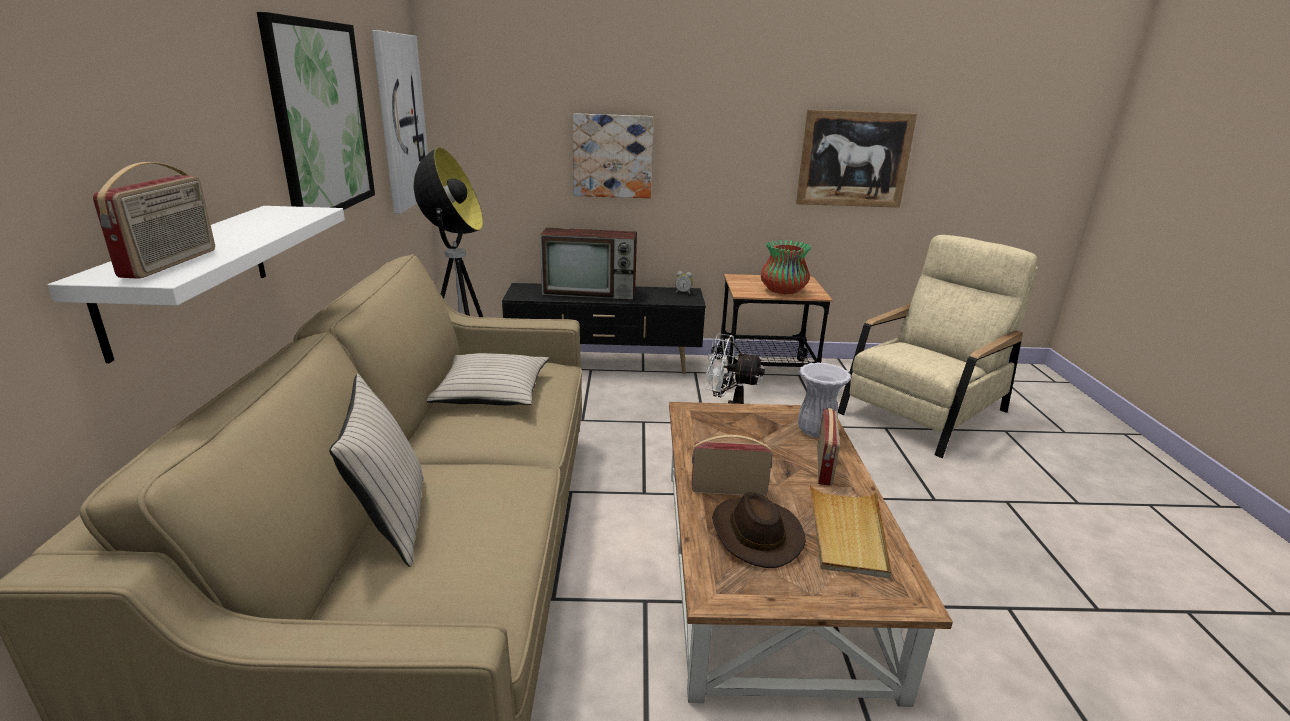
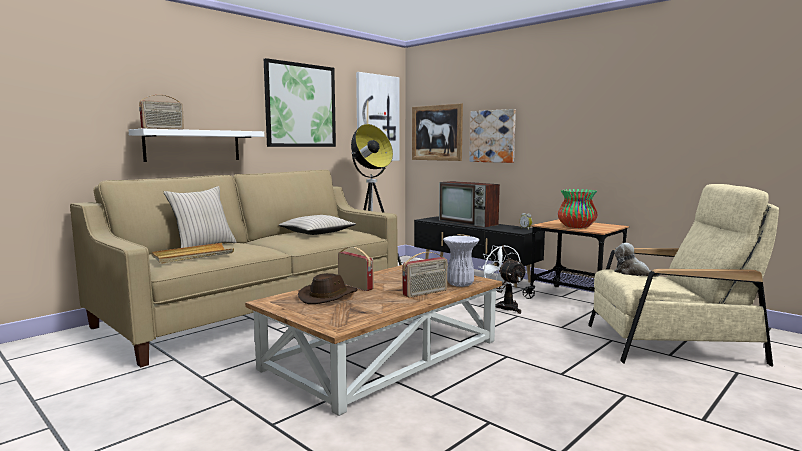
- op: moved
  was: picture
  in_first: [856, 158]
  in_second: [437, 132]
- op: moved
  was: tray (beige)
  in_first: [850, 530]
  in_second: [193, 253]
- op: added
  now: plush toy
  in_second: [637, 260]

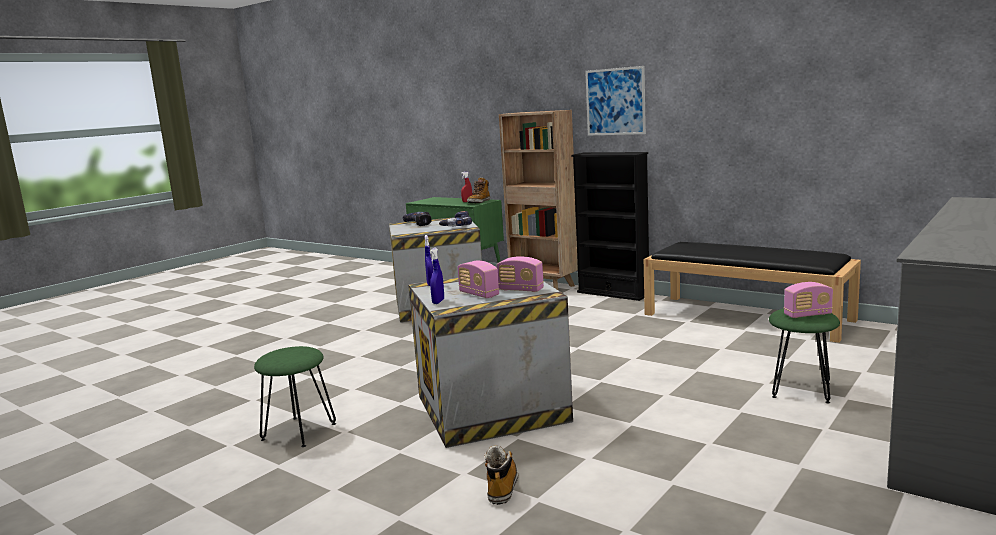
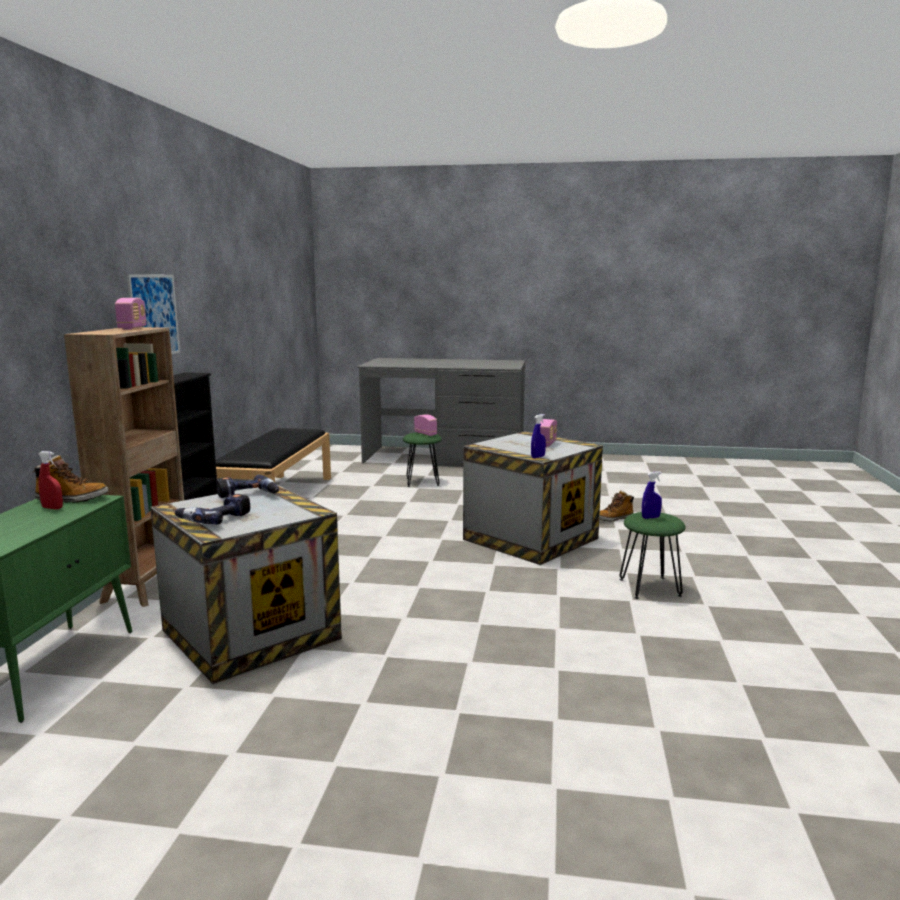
- op: moved
  was: spray bottle (blue)
  in_first: [437, 276]
  in_second: [652, 495]
- op: moved
  was: radio
  in_first: [520, 274]
  in_second: [130, 314]

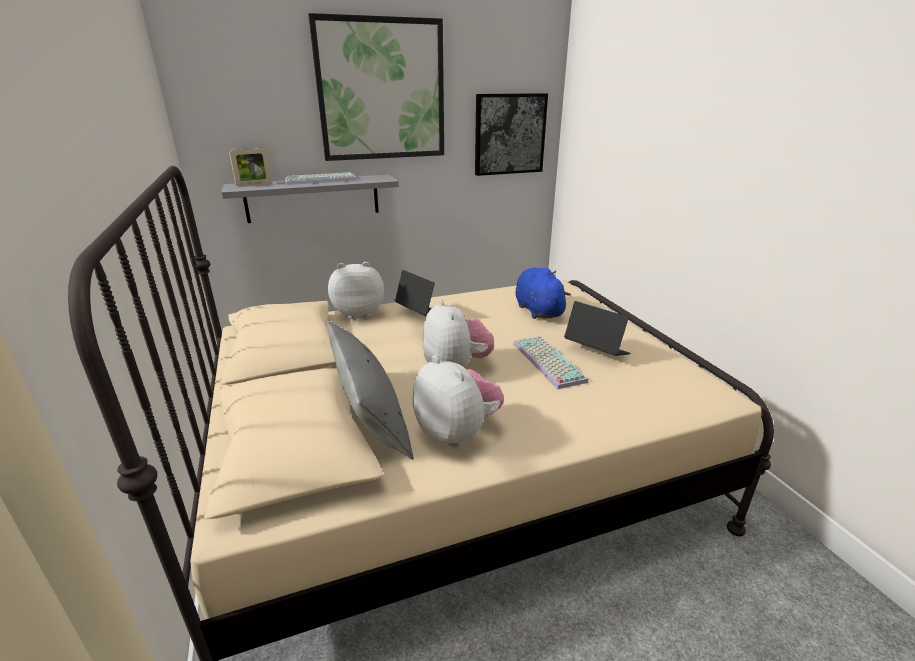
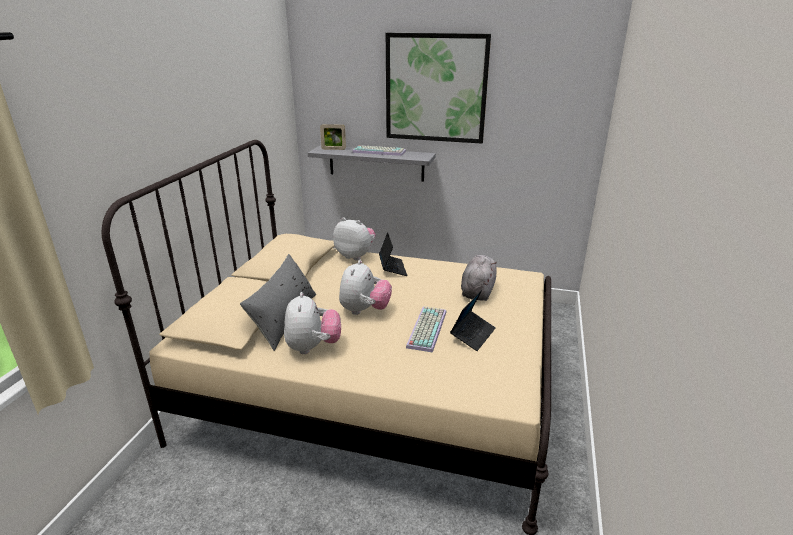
- op: removed
  was: picture
  in_first: [511, 134]
- op: recoloured
  was: plush toy (blue)
  now: plush toy (grey)
  in_first: [543, 293]
  in_second: [479, 278]
- op: turned
  was: laptop
  in_first: [597, 328]
  in_second: [473, 320]
  clockwise: 45

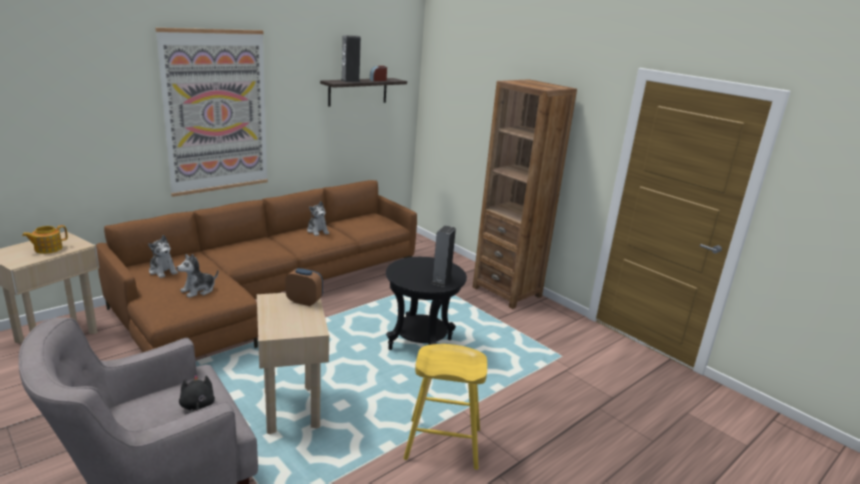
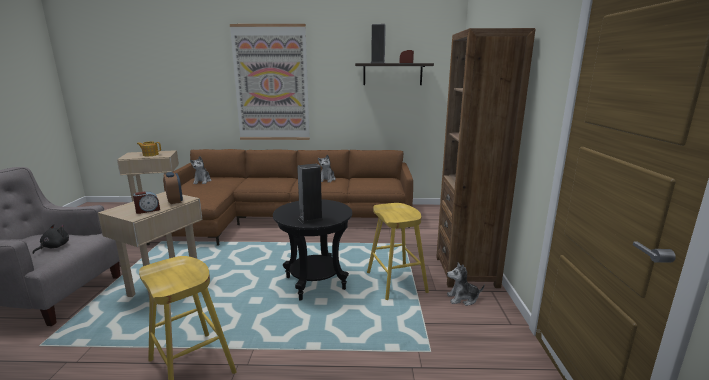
- op: moved
  was: plush toy
  in_first: [197, 276]
  in_second: [466, 284]
- op: added
  now: alarm clock
  in_second: [146, 202]
- op: added
  now: stool (yellow)
  in_second: [398, 251]

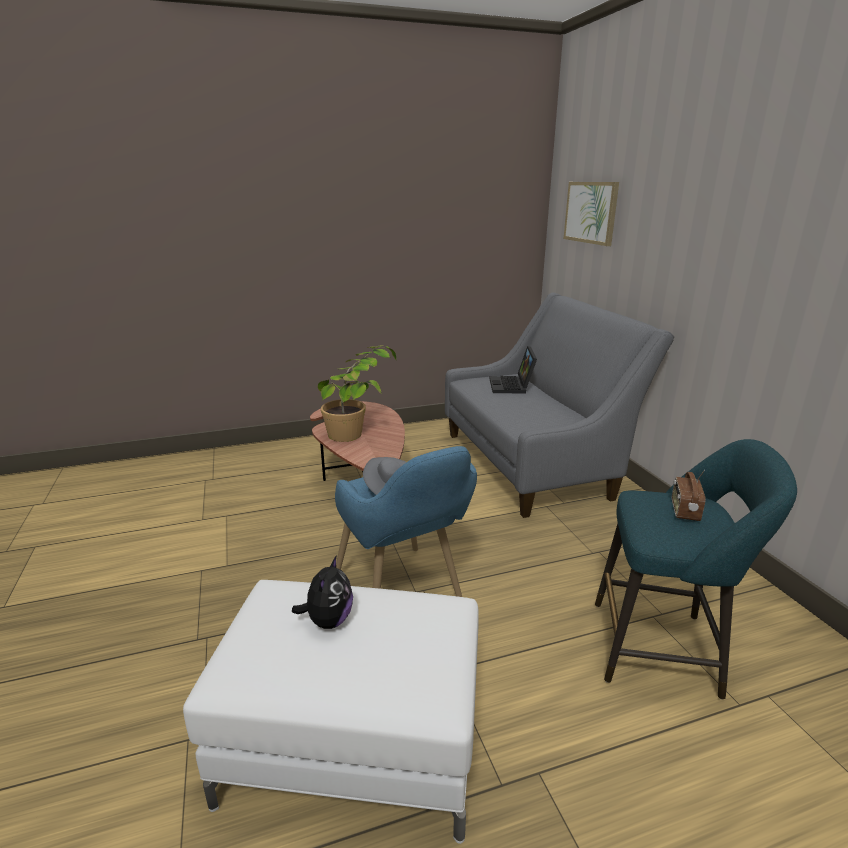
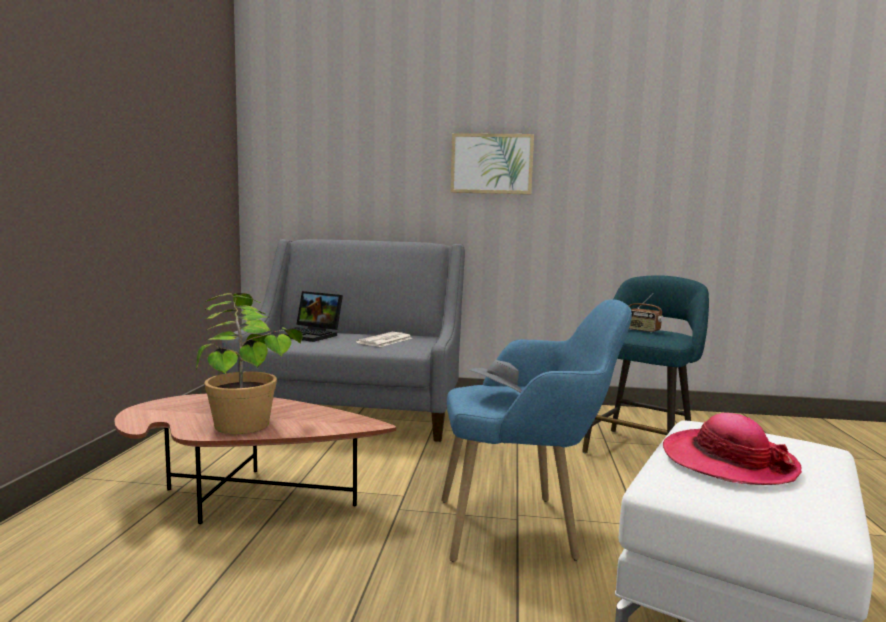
- op: moved
  was: picture
  in_first: [591, 214]
  in_second: [492, 163]
- op: replaced
  was: plush toy
  now: hat
  in_first: [322, 592]
  in_second: [732, 449]
- op: added
  now: newspaper
  in_second: [384, 339]

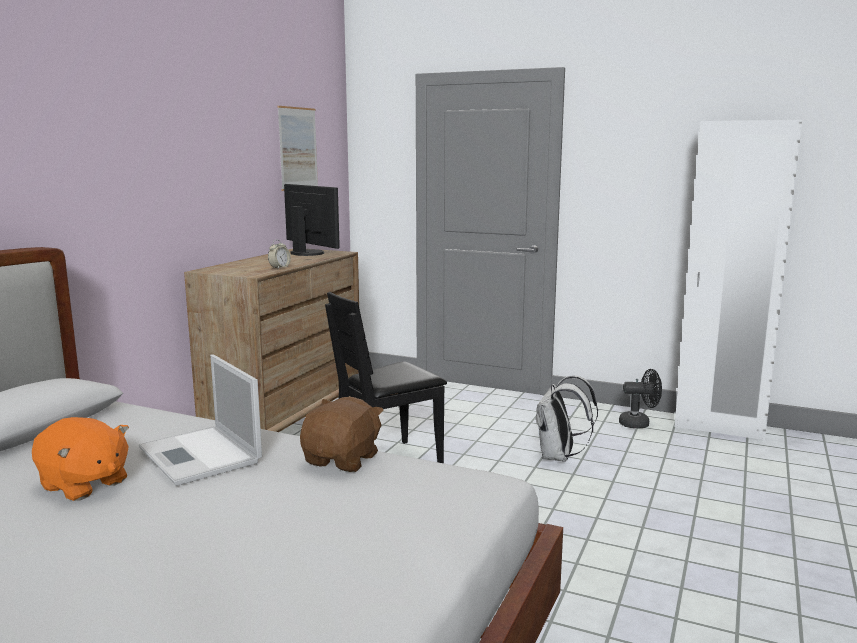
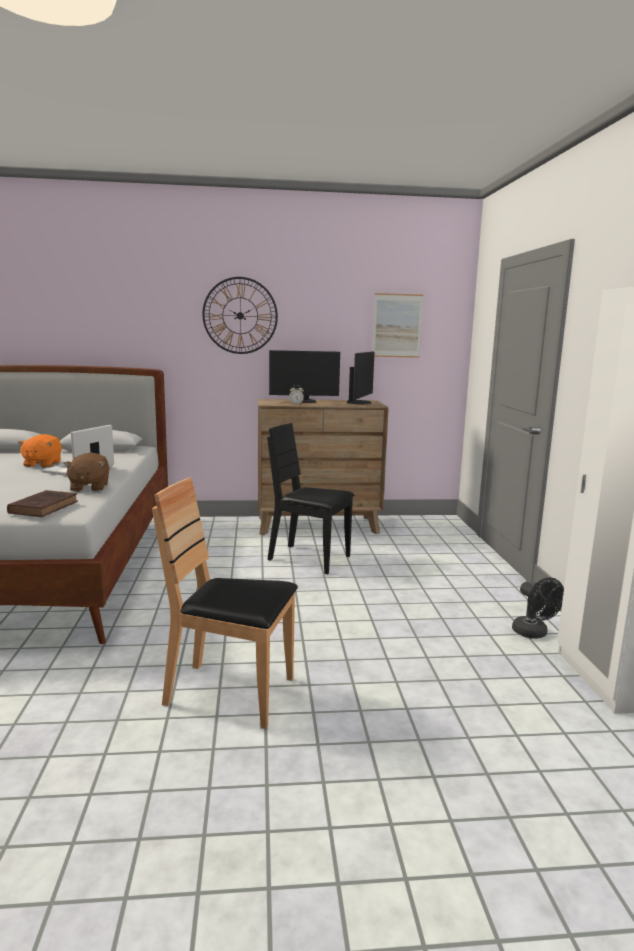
- op: removed
  was: backpack (white)
  in_first: [566, 419]
- op: turned
  was: plush toy (brown)
  in_first: [342, 434]
  in_second: [86, 472]
  clockwise: 90
- op: added
  now: wall clock
  in_second: [240, 315]
- op: added
  now: monitor
  in_second: [304, 376]
- op: added
  now: chair (brown)
  in_second: [225, 603]
- op: added
  now: book (brown)
  in_second: [42, 503]

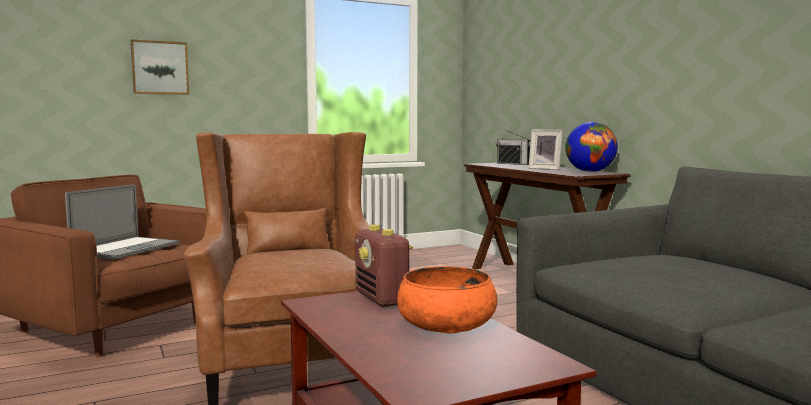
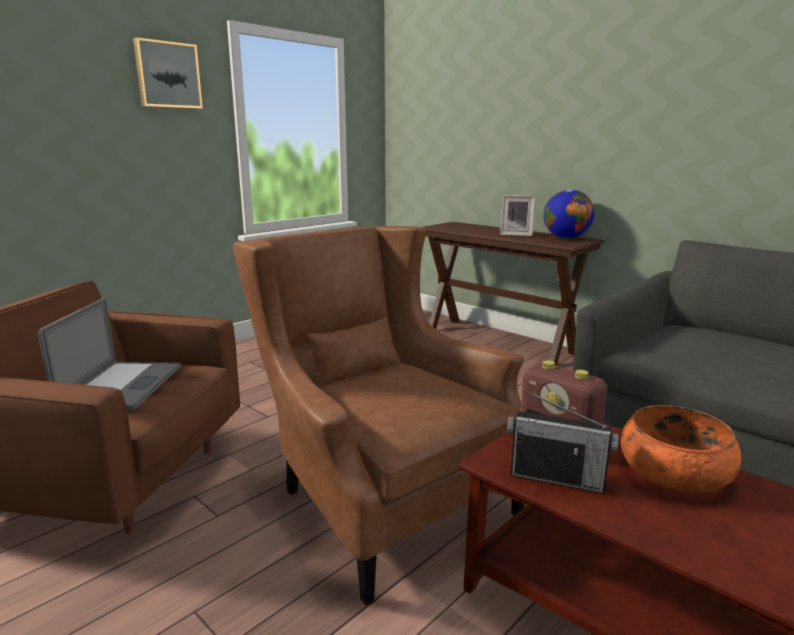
- op: moved
  was: picture
  in_first: [160, 67]
  in_second: [168, 73]
- op: moved
  was: radio
  in_first: [513, 147]
  in_second: [563, 442]

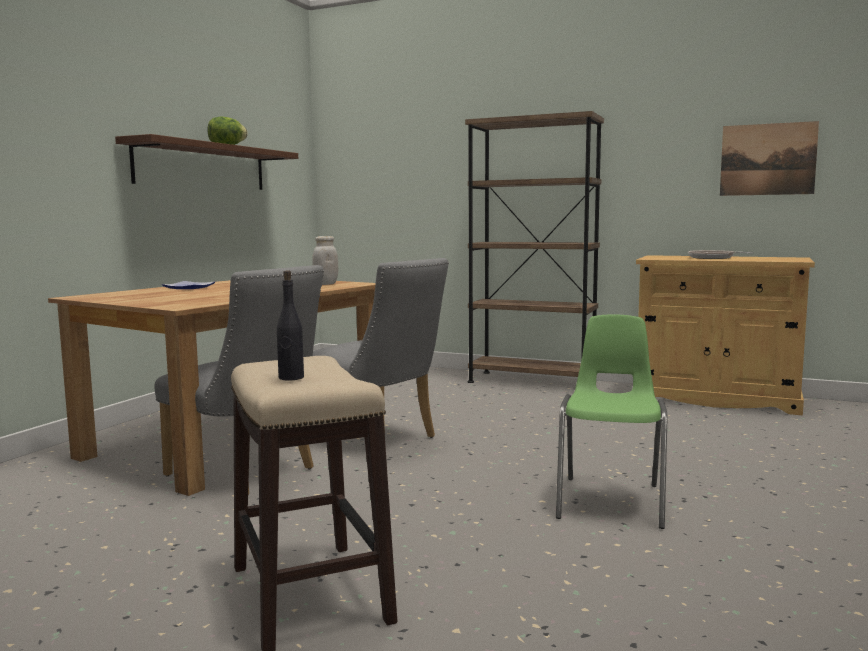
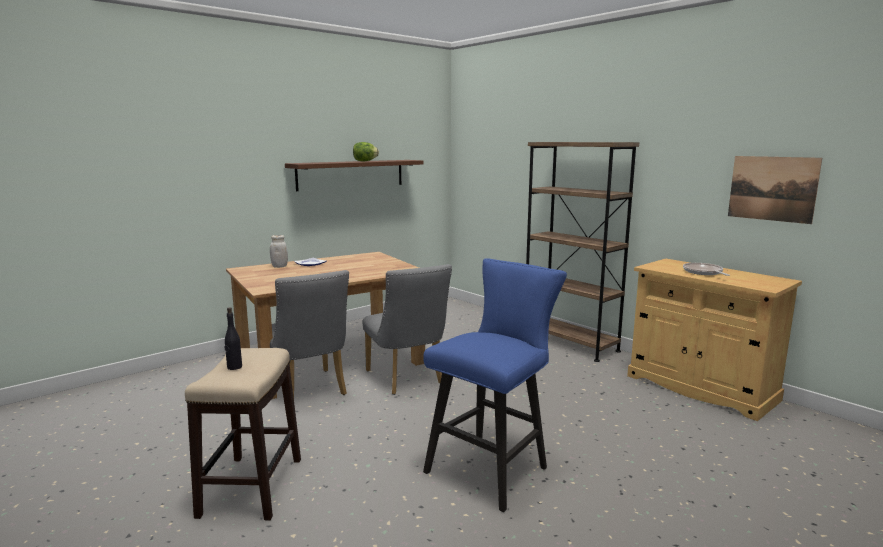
- op: moved
  was: jar (white)
  in_first: [325, 260]
  in_second: [279, 251]
- op: replaced
  was: chair (green)
  now: stool (blue)
  in_first: [611, 421]
  in_second: [495, 385]

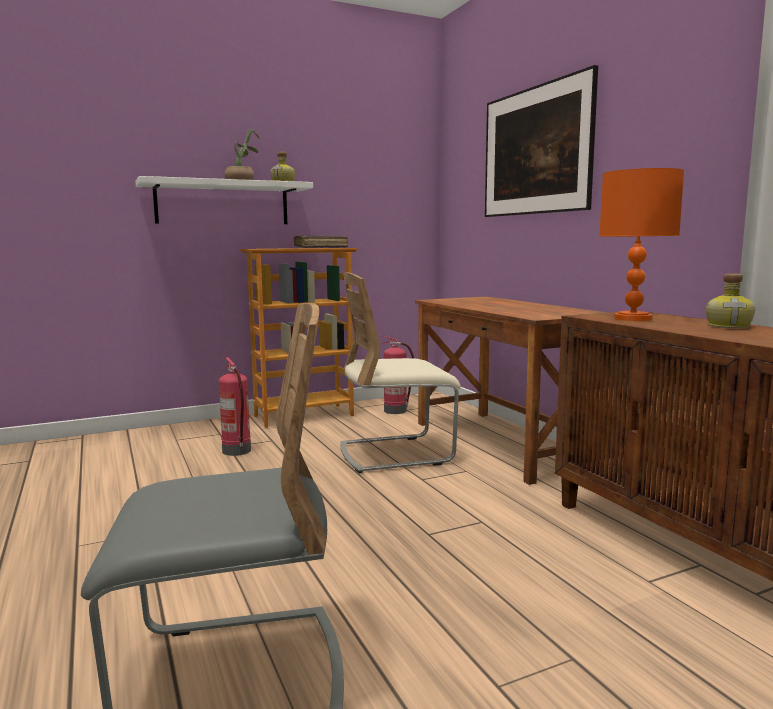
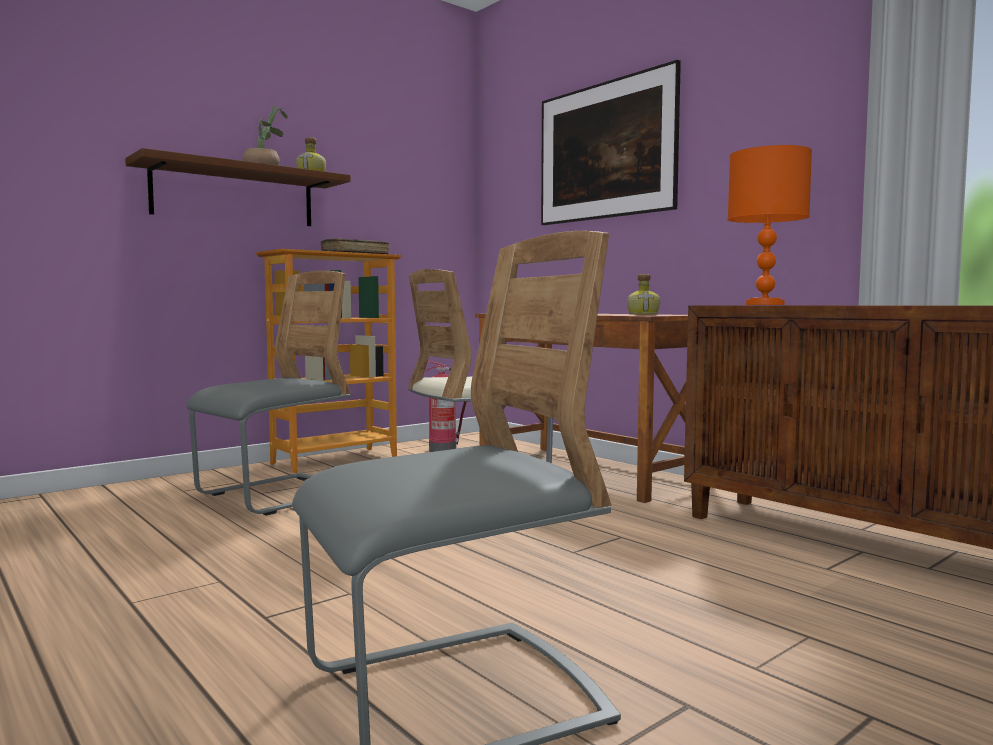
- op: recoloured
  was: shelf (white)
  now: shelf (brown)
  in_first: [224, 200]
  in_second: [238, 187]
- op: moved
  was: bottle
  in_first: [730, 301]
  in_second: [643, 294]
- op: replaced
  was: fire extinguisher
  now: chair (grey)
  in_first: [235, 406]
  in_second: [268, 393]

